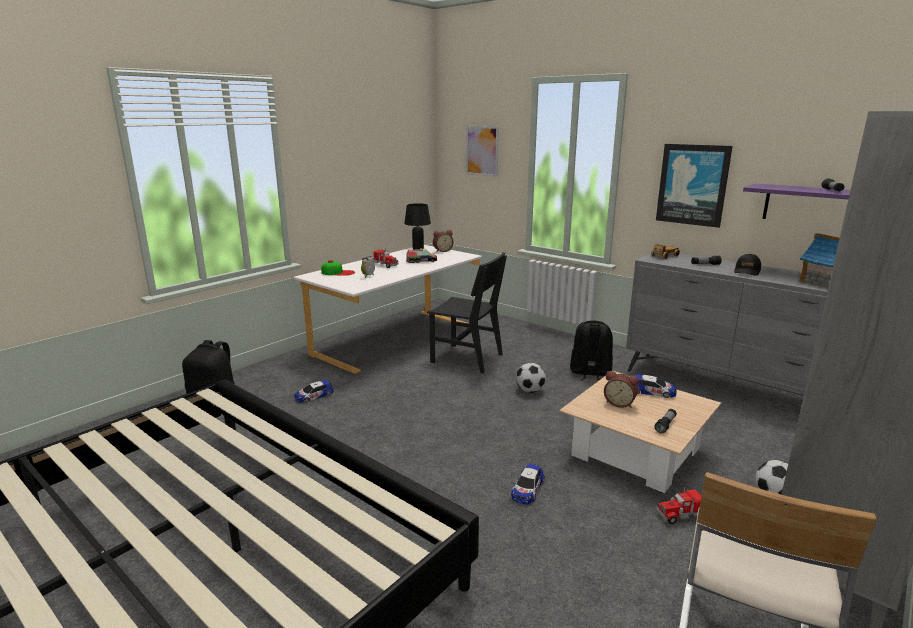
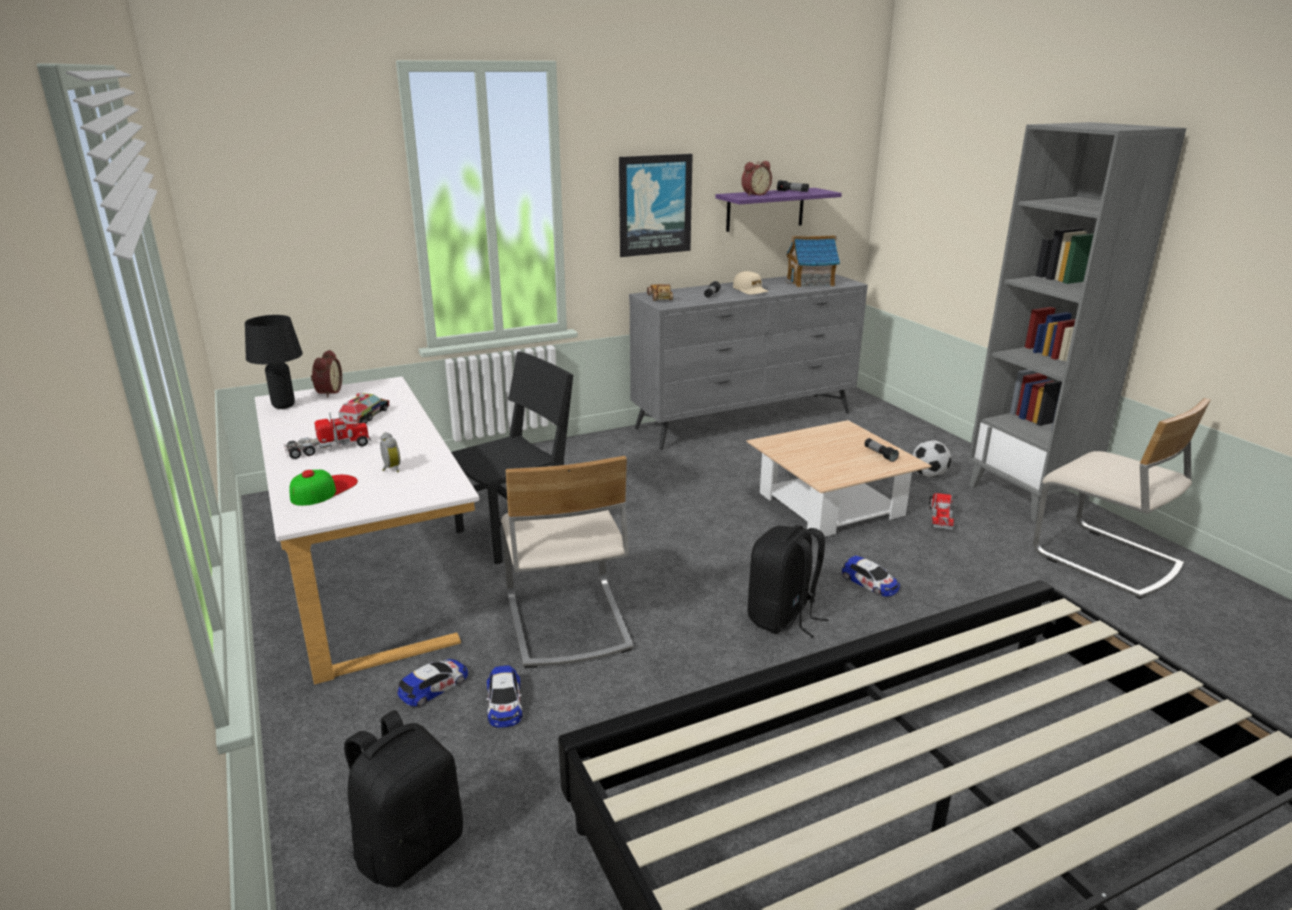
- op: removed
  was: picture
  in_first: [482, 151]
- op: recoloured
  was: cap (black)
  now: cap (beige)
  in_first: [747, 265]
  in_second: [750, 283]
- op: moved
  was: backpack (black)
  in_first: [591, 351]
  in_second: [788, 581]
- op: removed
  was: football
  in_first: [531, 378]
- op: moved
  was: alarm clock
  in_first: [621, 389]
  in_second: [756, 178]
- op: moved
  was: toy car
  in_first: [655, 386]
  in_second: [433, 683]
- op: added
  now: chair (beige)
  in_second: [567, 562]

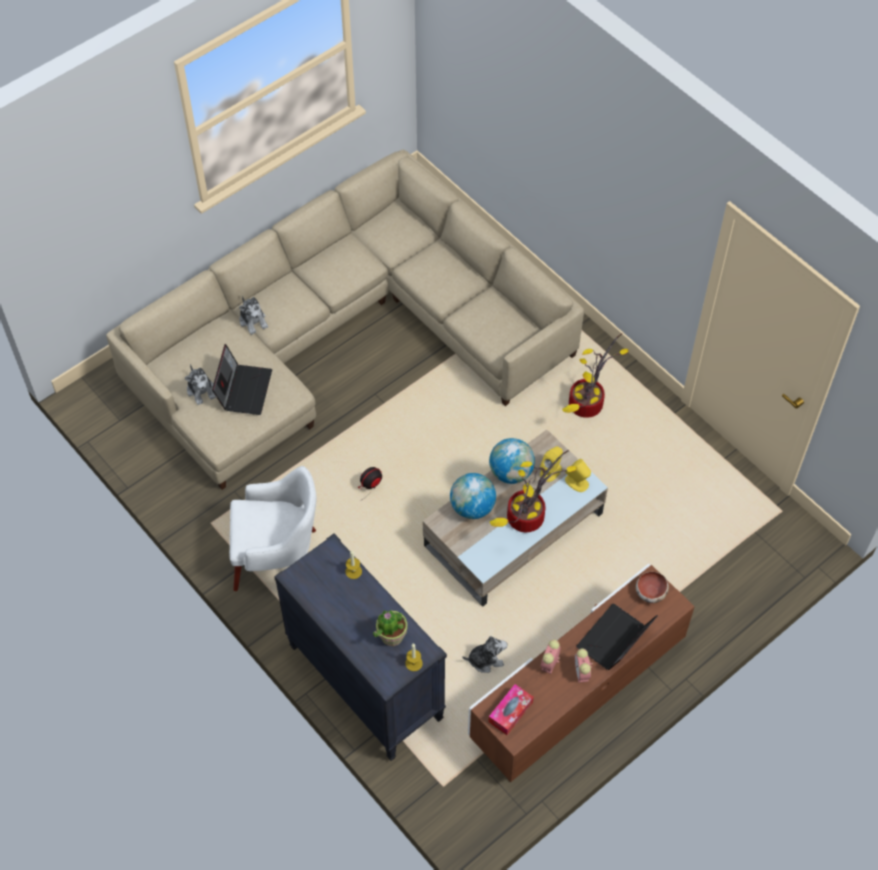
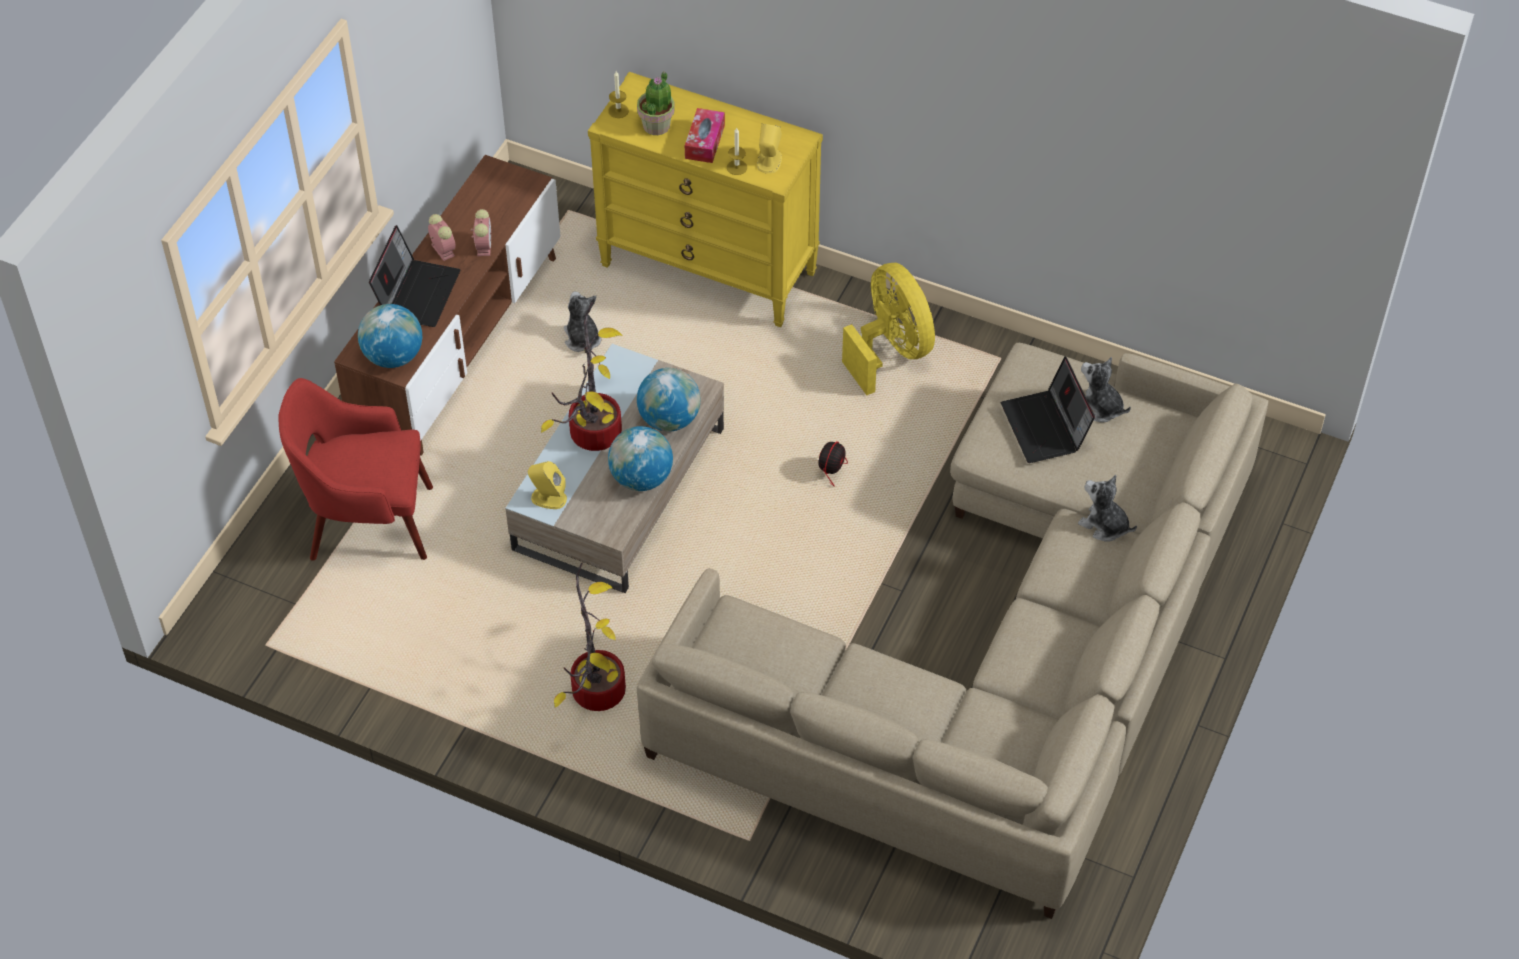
- op: moved
  was: speaker (yellow)
  in_first: [551, 464]
  in_second: [769, 149]
- op: replaced
  was: armchair (white)
  now: fan (yellow)
  in_first: [273, 528]
  in_second: [888, 329]
- op: recoloured
  was: dresser (black)
  now: dresser (yellow)
  in_first: [360, 647]
  in_second: [705, 199]
- op: replaced
  was: bowl
  now: globe
  in_first: [652, 587]
  in_second: [390, 336]
- op: turned
  was: plush toy
  in_first: [484, 654]
  in_second: [583, 321]
  clockwise: 105
- op: moved
  was: tissue box
  in_first: [511, 709]
  in_second: [705, 135]
- op: added
  now: armchair (red)
  in_second: [356, 469]

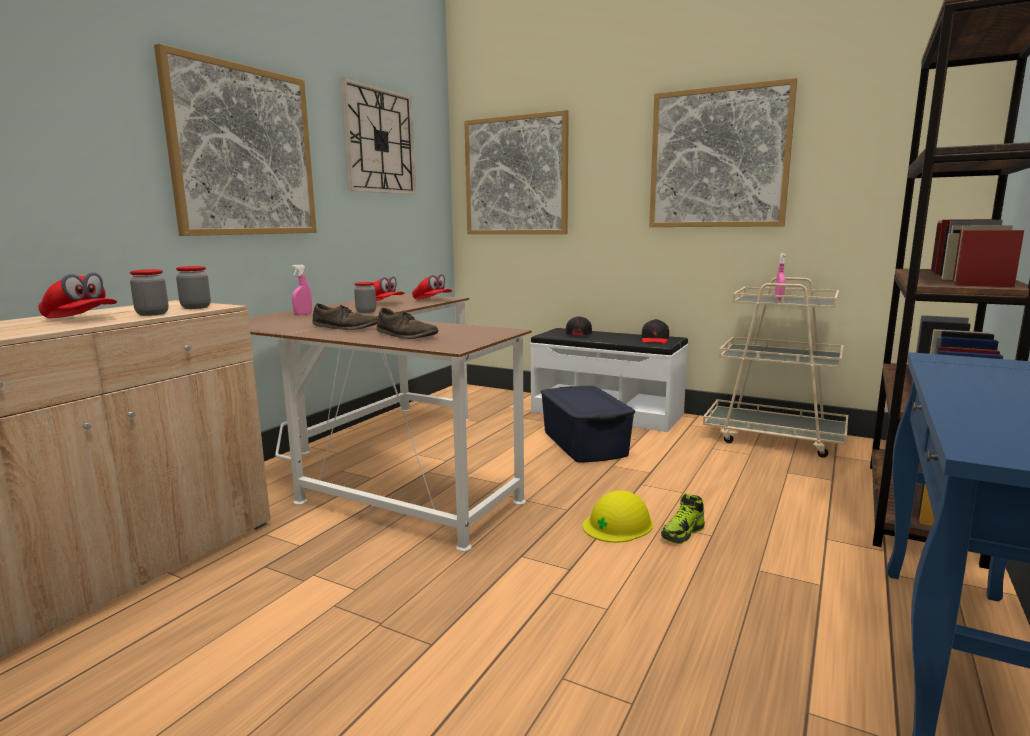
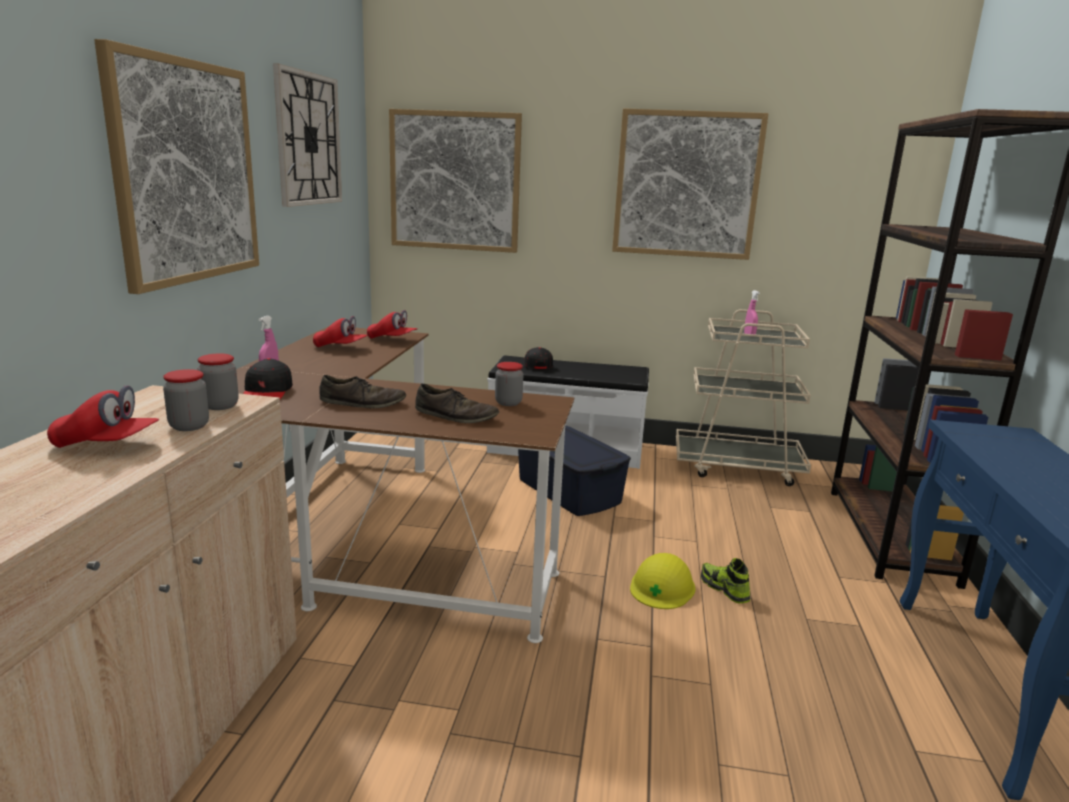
- op: moved
  was: jar
  in_first: [365, 297]
  in_second: [509, 384]
- op: moved
  was: cap (black)
  in_first: [655, 331]
  in_second: [268, 378]
- op: turned
  was: shoe
  in_first: [683, 518]
  in_second: [725, 581]
  clockwise: 120

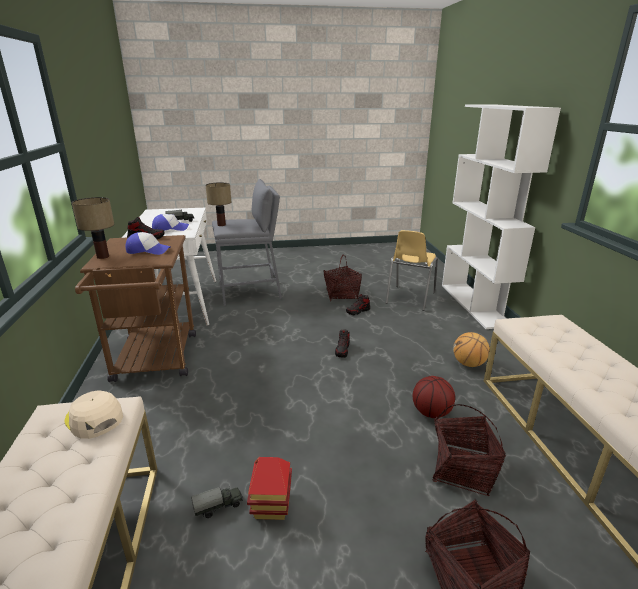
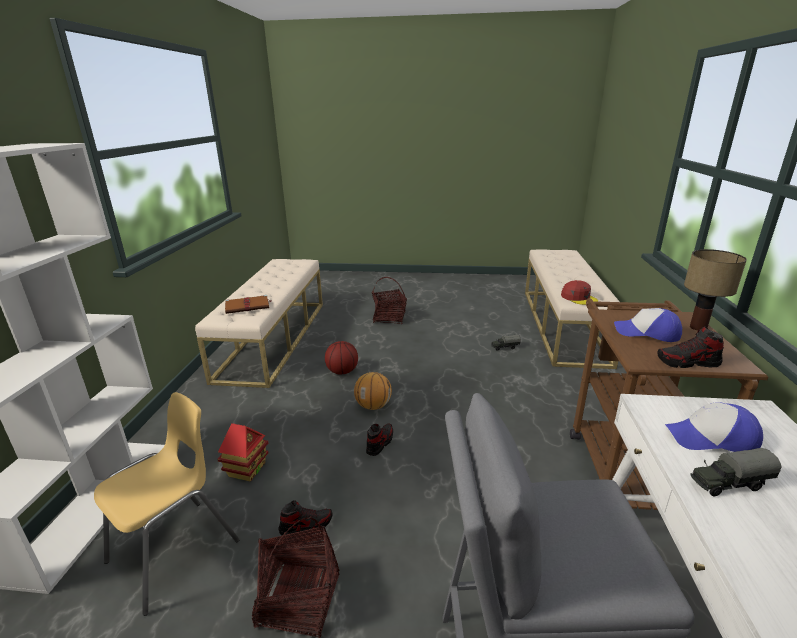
- op: removed
  was: table lamp
  in_first: [218, 204]
- op: moved
  was: basketball
  in_first: [471, 349]
  in_second: [373, 391]
- op: recoloured
  was: cap (beige)
  now: cap (red)
  in_first: [93, 414]
  in_second: [579, 292]
- op: removed
  was: basket
  in_first: [469, 450]
- op: moved
  was: toy house
  in_first: [269, 488]
  in_second: [242, 452]
- op: added
  now: book (brown)
  in_second: [248, 304]

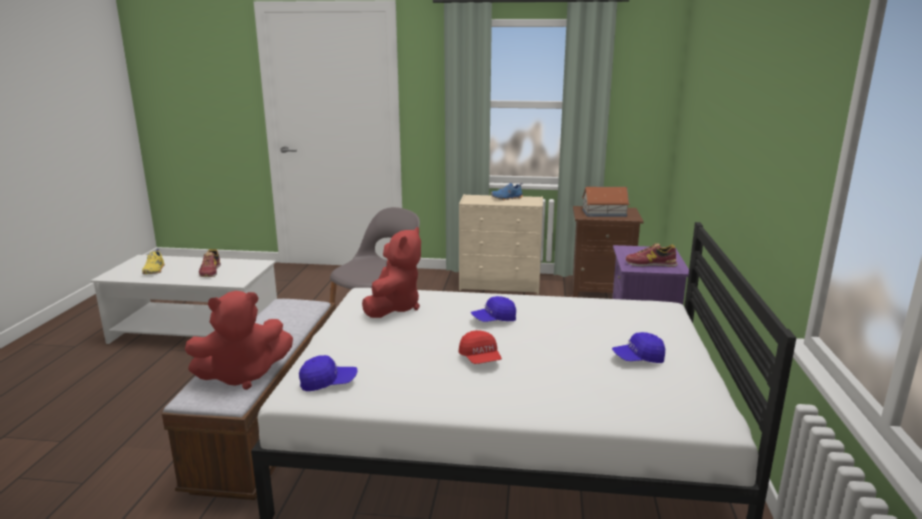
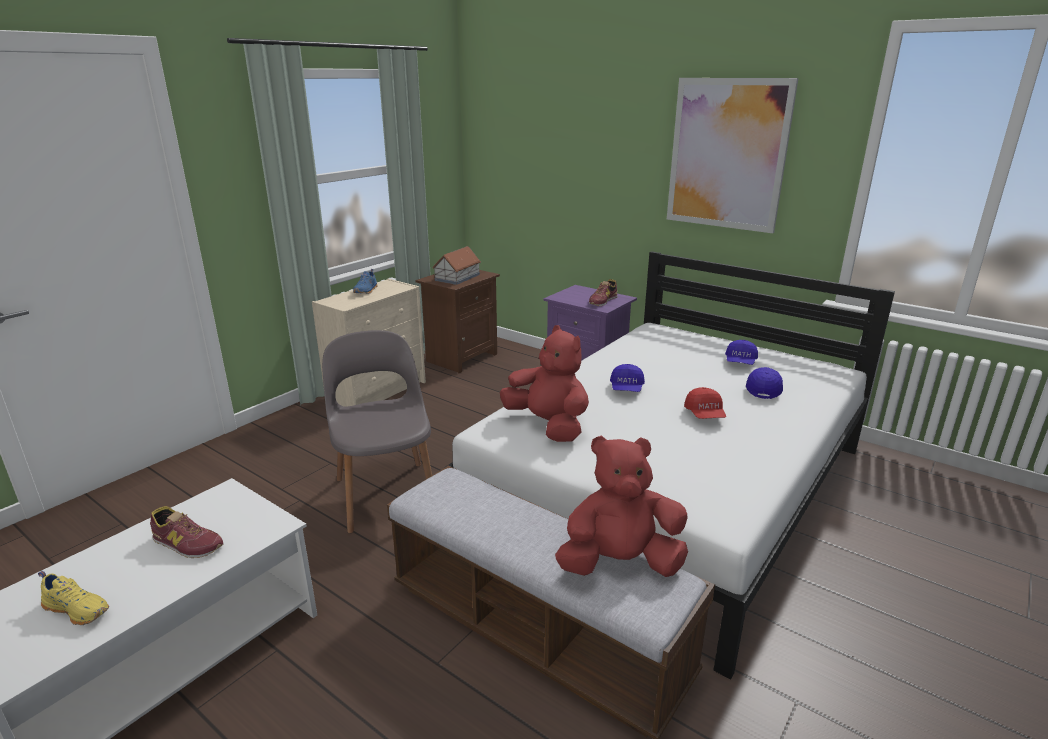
- op: turned
  was: plush toy (red)
  in_first: [239, 340]
  in_second: [621, 506]
  clockwise: -105
- op: turned
  was: cap (red)
  in_first: [480, 347]
  in_second: [705, 403]
  clockwise: 75
- op: moved
  was: cap (blue)
  in_first: [328, 373]
  in_second: [764, 383]
- op: added
  now: picture
  in_second: [733, 155]

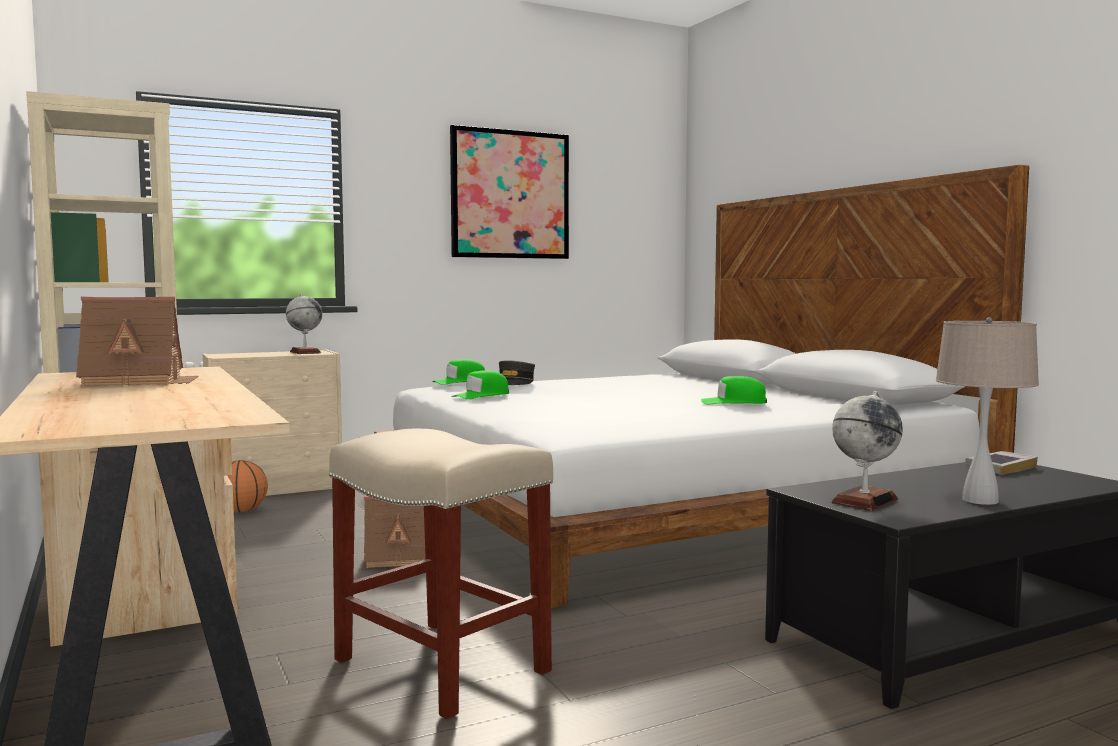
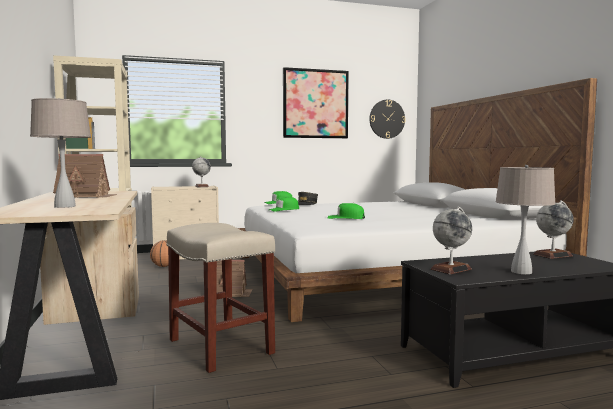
- op: moved
  was: cap (green)
  in_first: [734, 390]
  in_second: [346, 211]
- op: replaced
  was: book
  now: globe
  in_first: [1001, 463]
  in_second: [553, 229]
- op: added
  now: table lamp (beige)
  in_second: [60, 153]
- op: added
  now: wall clock
  in_second: [387, 119]

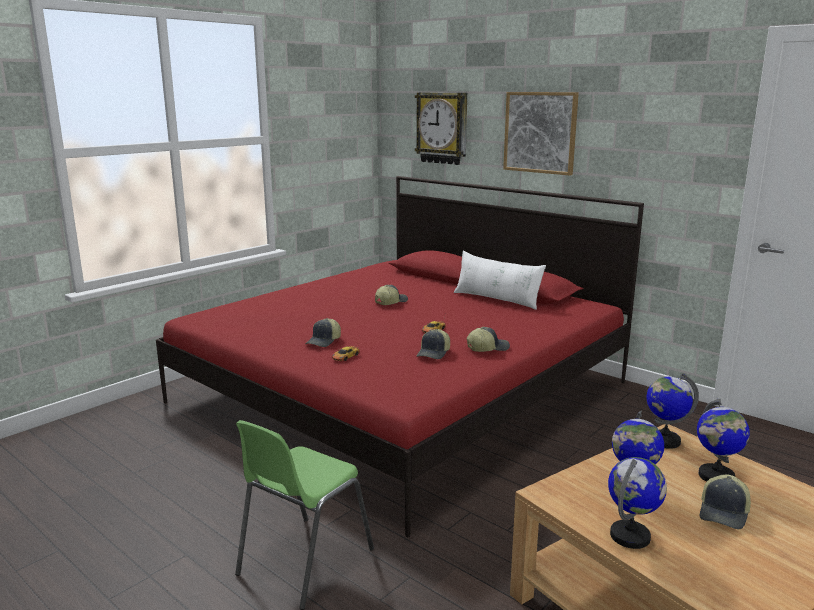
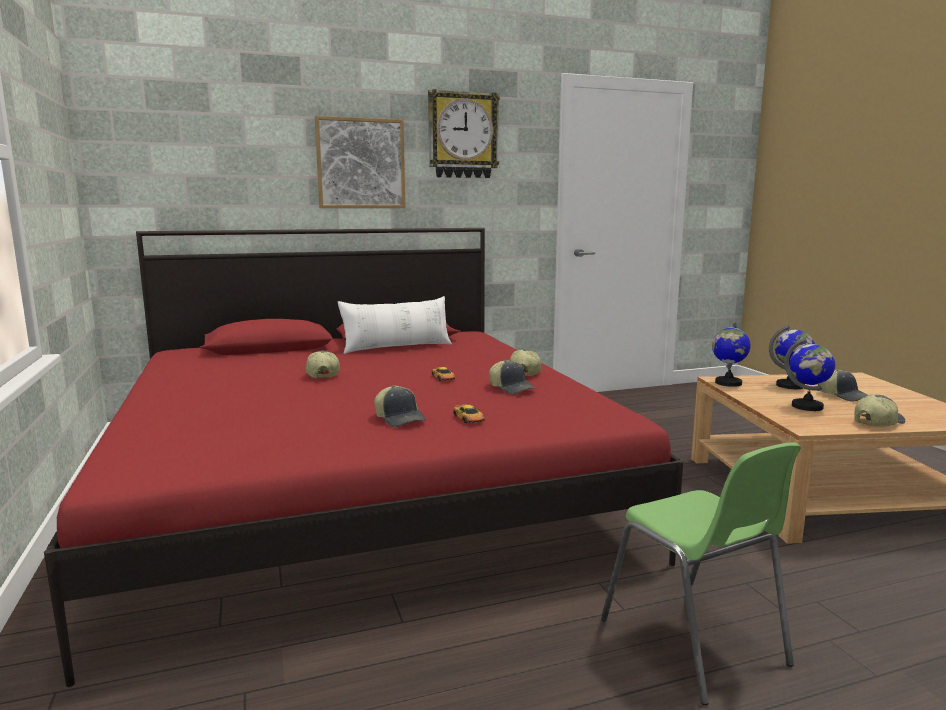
- op: moved
  was: wall clock
  in_first: [441, 128]
  in_second: [464, 133]
- op: replaced
  was: globe
  now: cap
  in_first: [637, 503]
  in_second: [880, 411]

